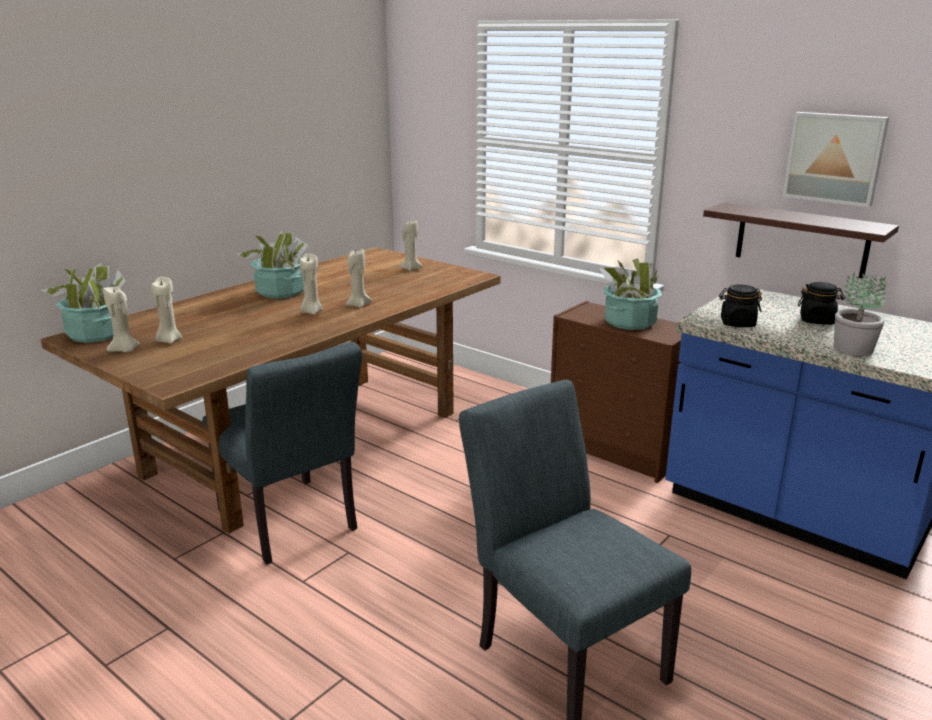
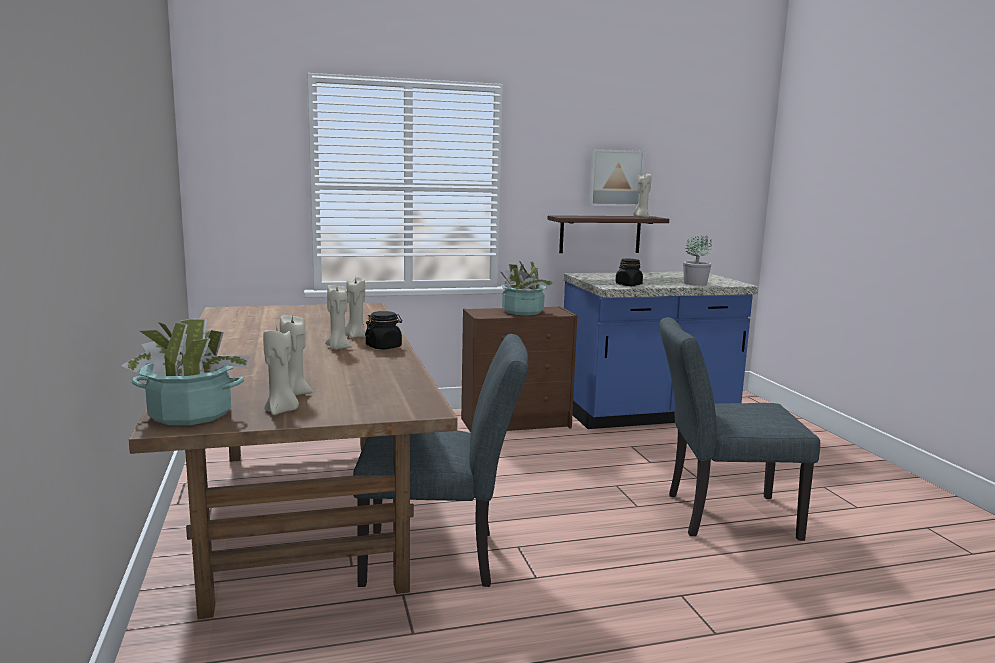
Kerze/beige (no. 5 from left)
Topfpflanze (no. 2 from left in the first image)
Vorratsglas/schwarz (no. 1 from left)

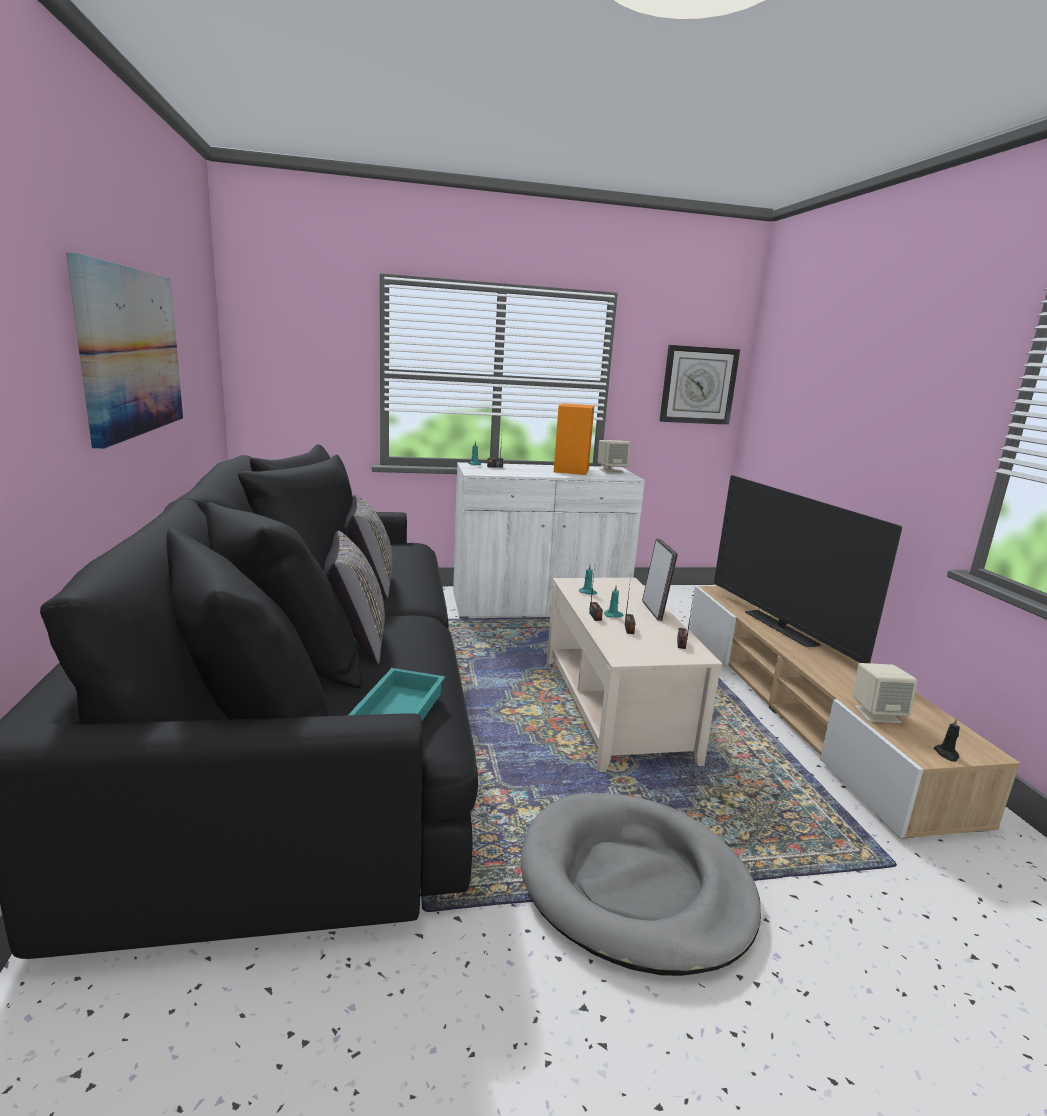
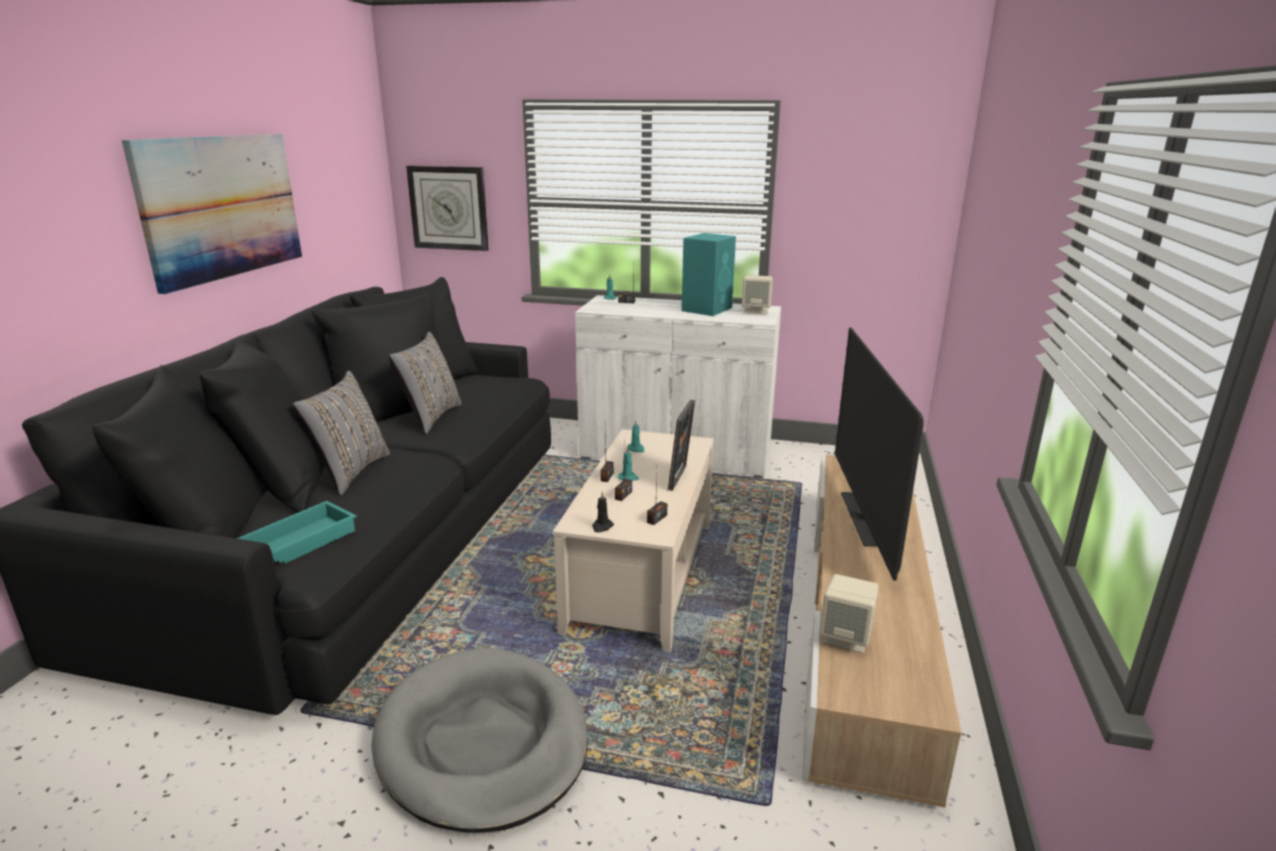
Wanduhr
Lautsprecher/türkis
Kerze/schwarz

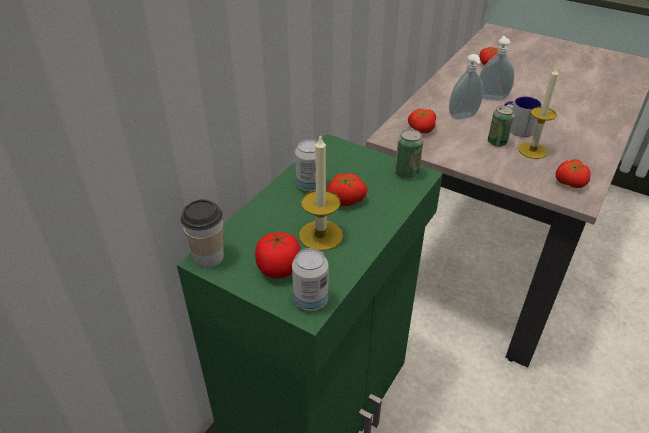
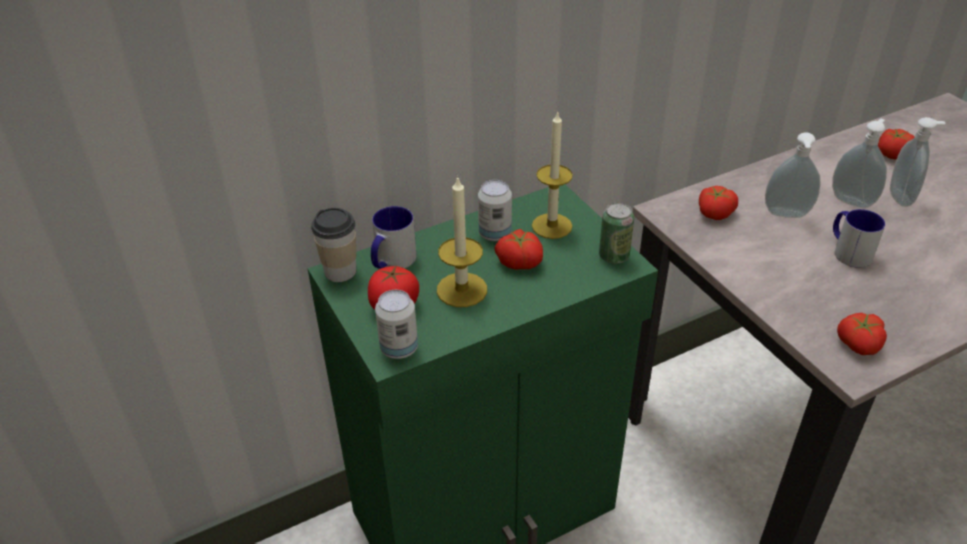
Kerze (no. 2 from left)
Dose (no. 4 from left in the first image)
Seifenspender (no. 3 from left)
Henkelbecher (no. 1 from left)

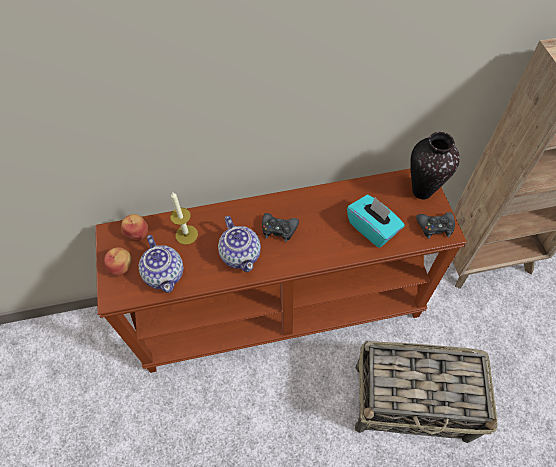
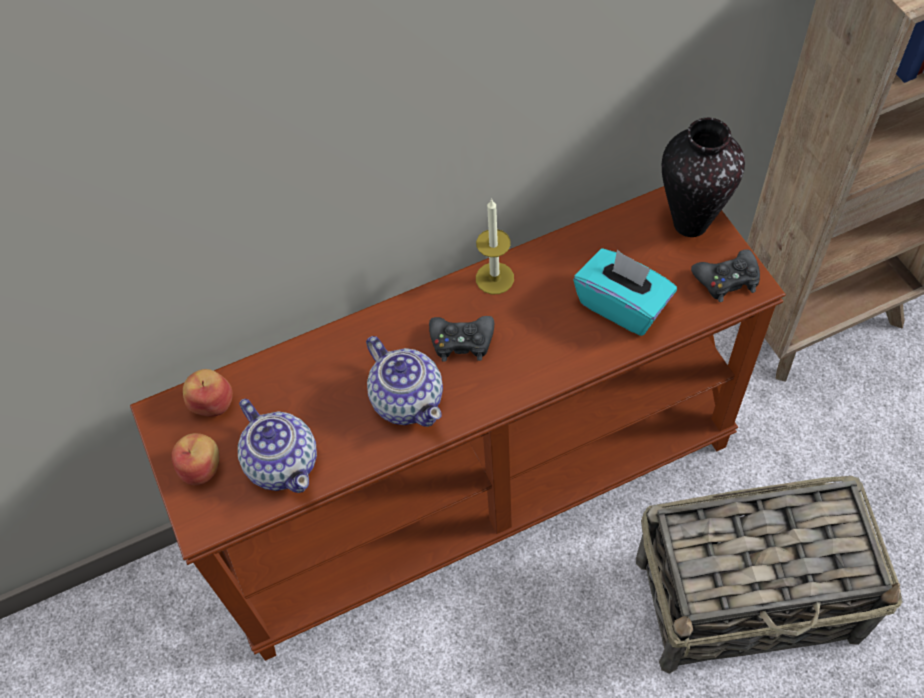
Kerze

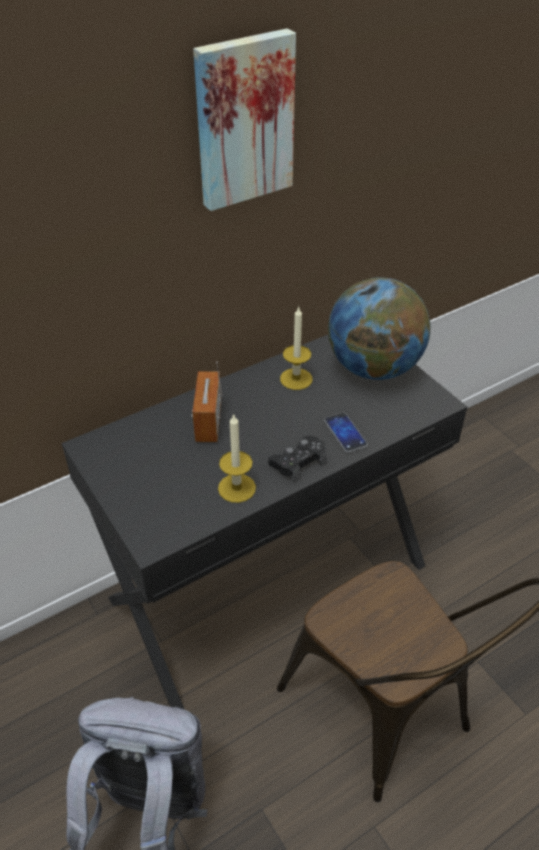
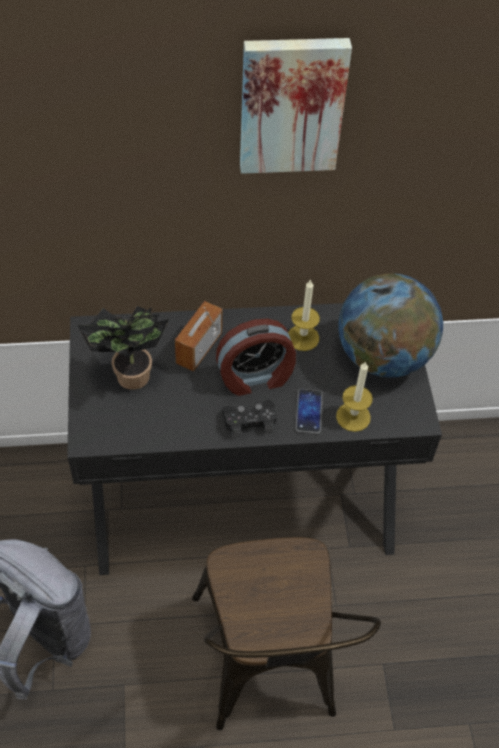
Kerze (no. 2 from left)
Topfpflanze
Wecker

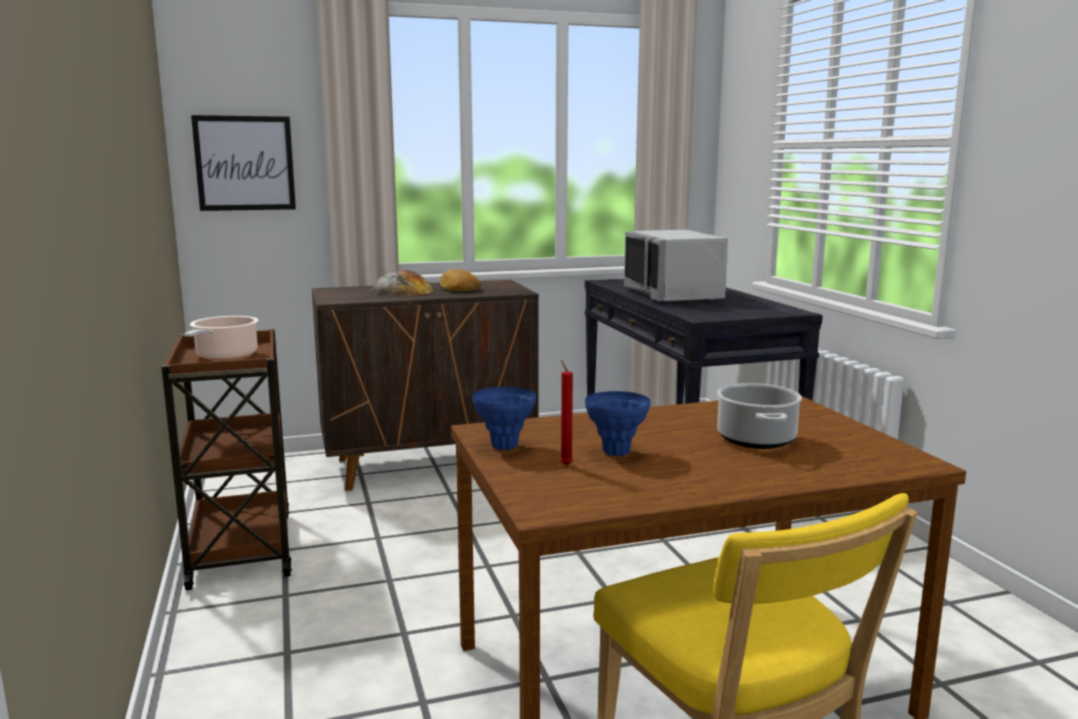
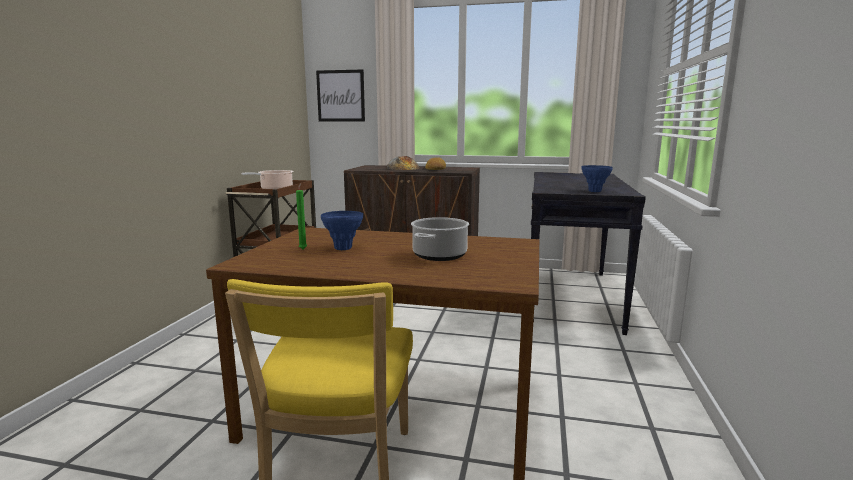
Mikrowelle/grau
Kerze/grün
Vase/blau (no. 2 from left)

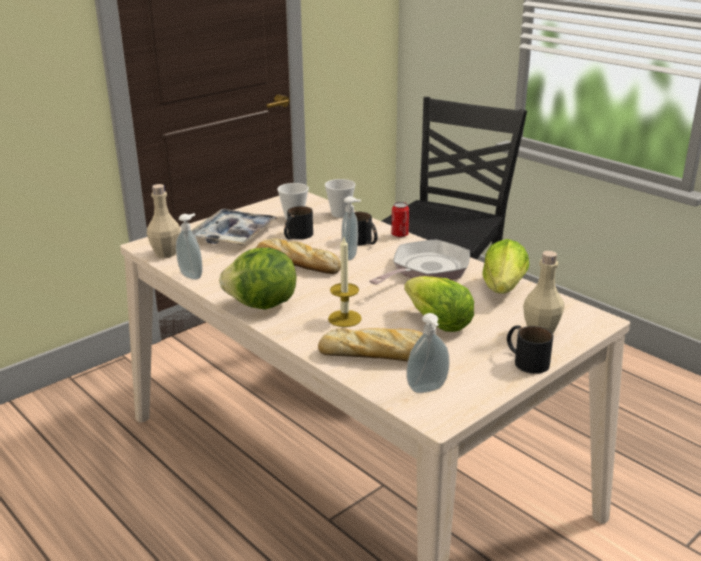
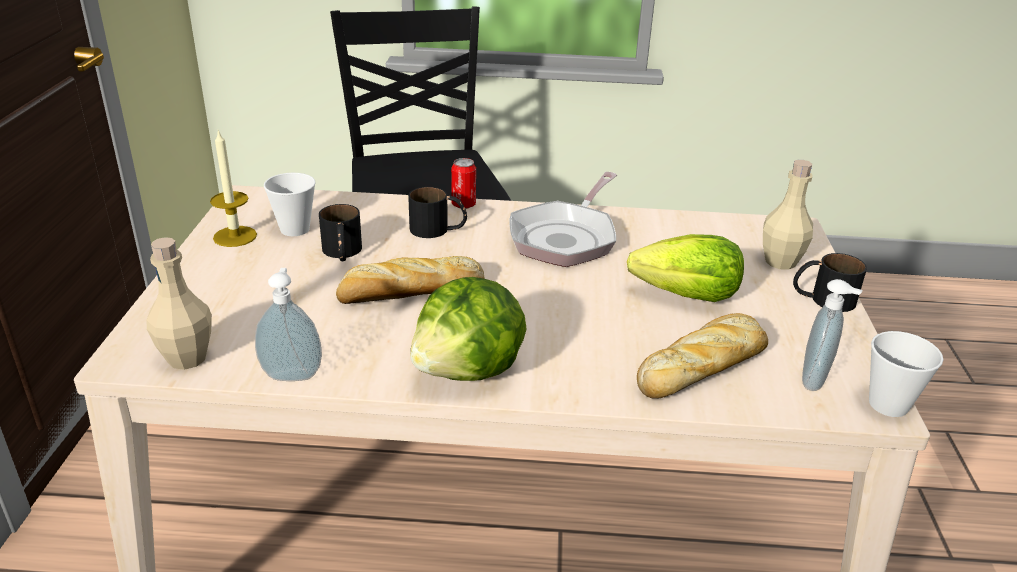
Tasse (no. 2 from left)
Seifenspender (no. 2 from left in the first image)
Tablett
Kerze
Pfanne
Salatkopf (no. 3 from left in the first image)

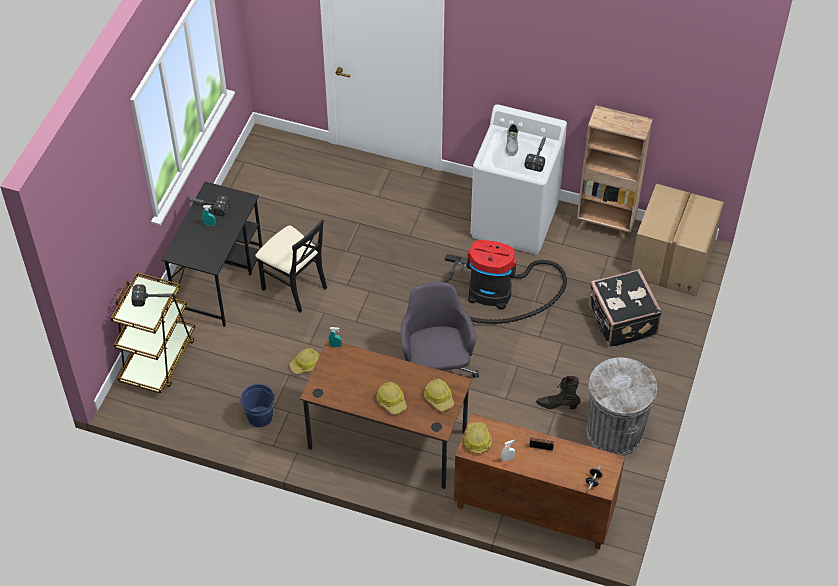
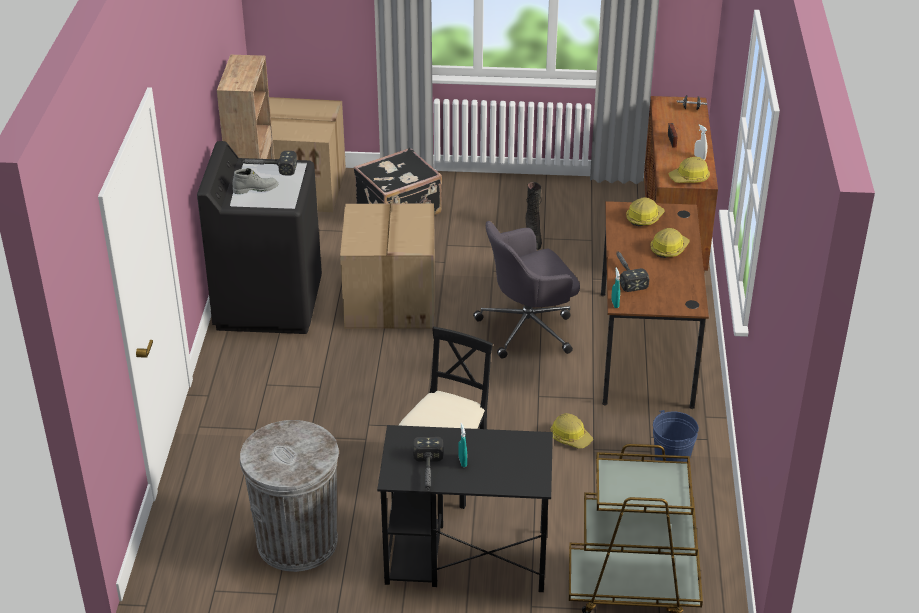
Waschmaschine/schwarz
Karton (no. 2 from left)
Hammer (no. 3 from left)
Mülleimer/grau

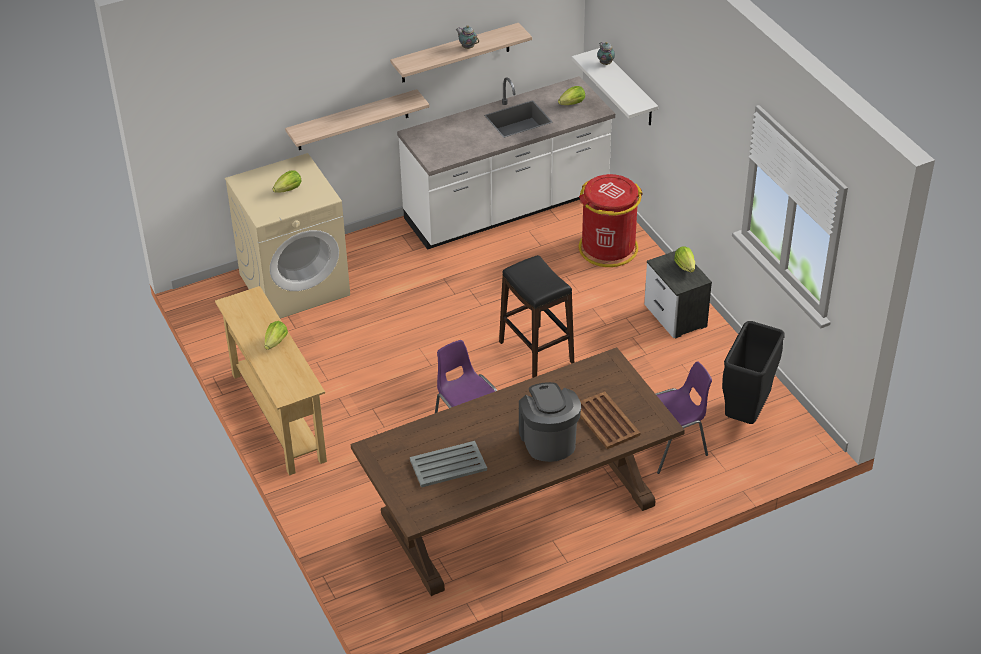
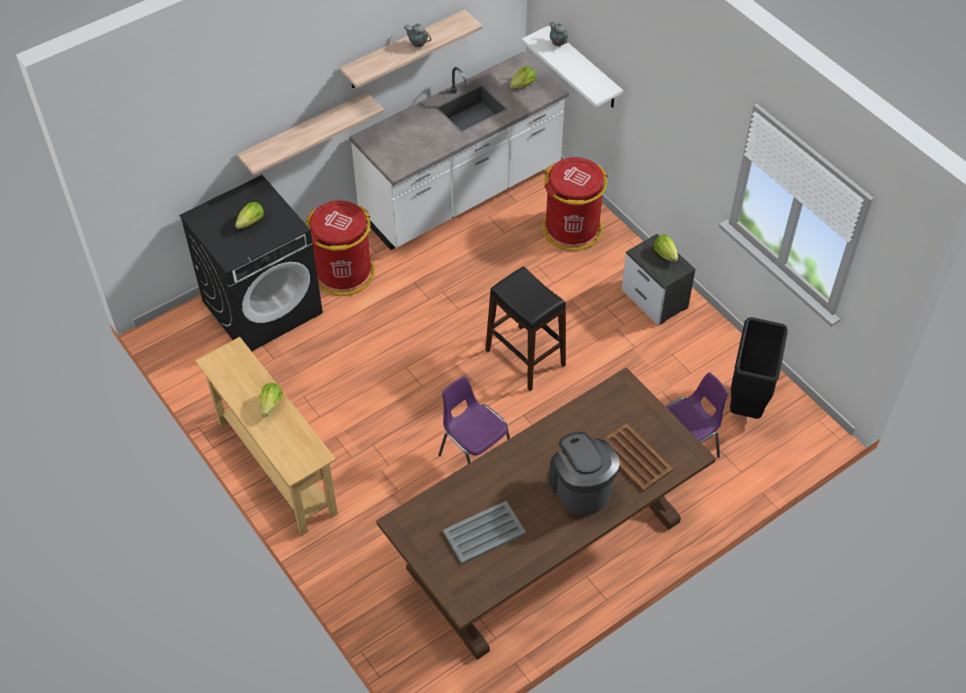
Waschmaschine/schwarz
Mülleimer/rot (no. 1 from left)

